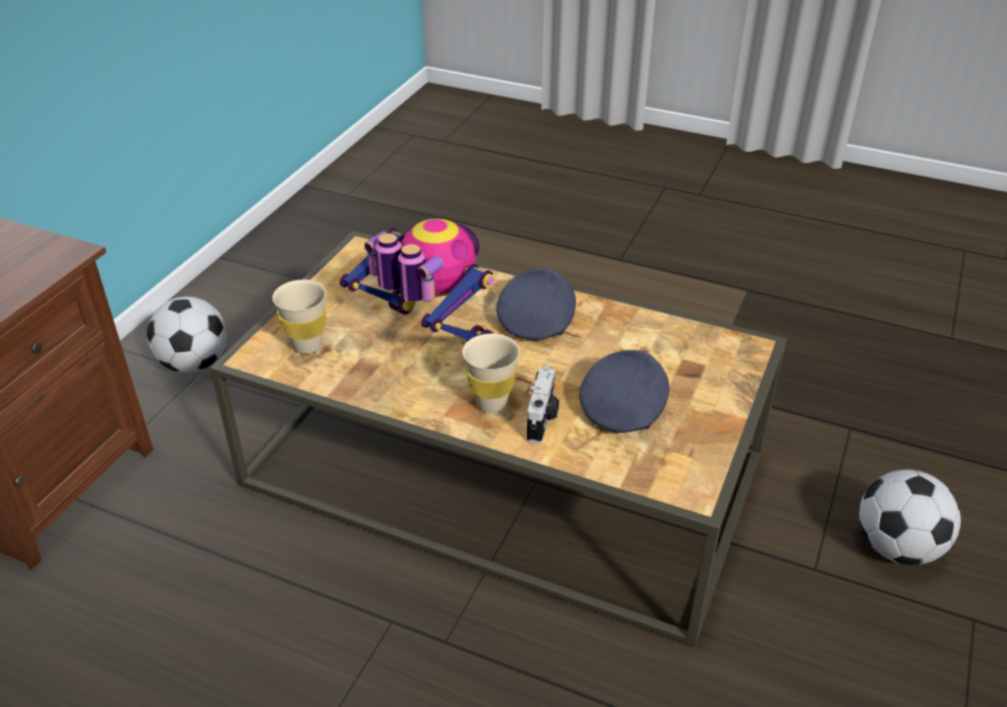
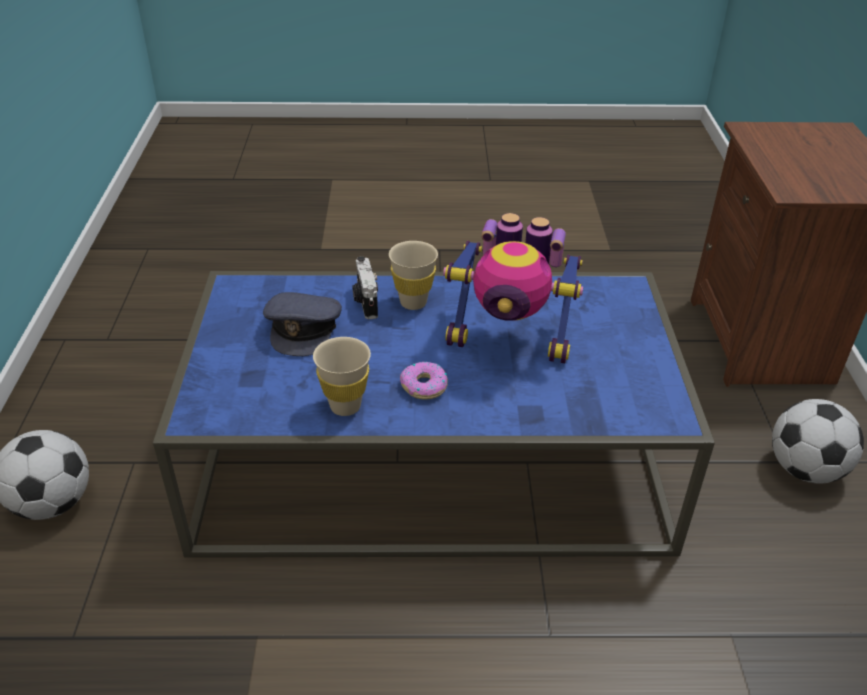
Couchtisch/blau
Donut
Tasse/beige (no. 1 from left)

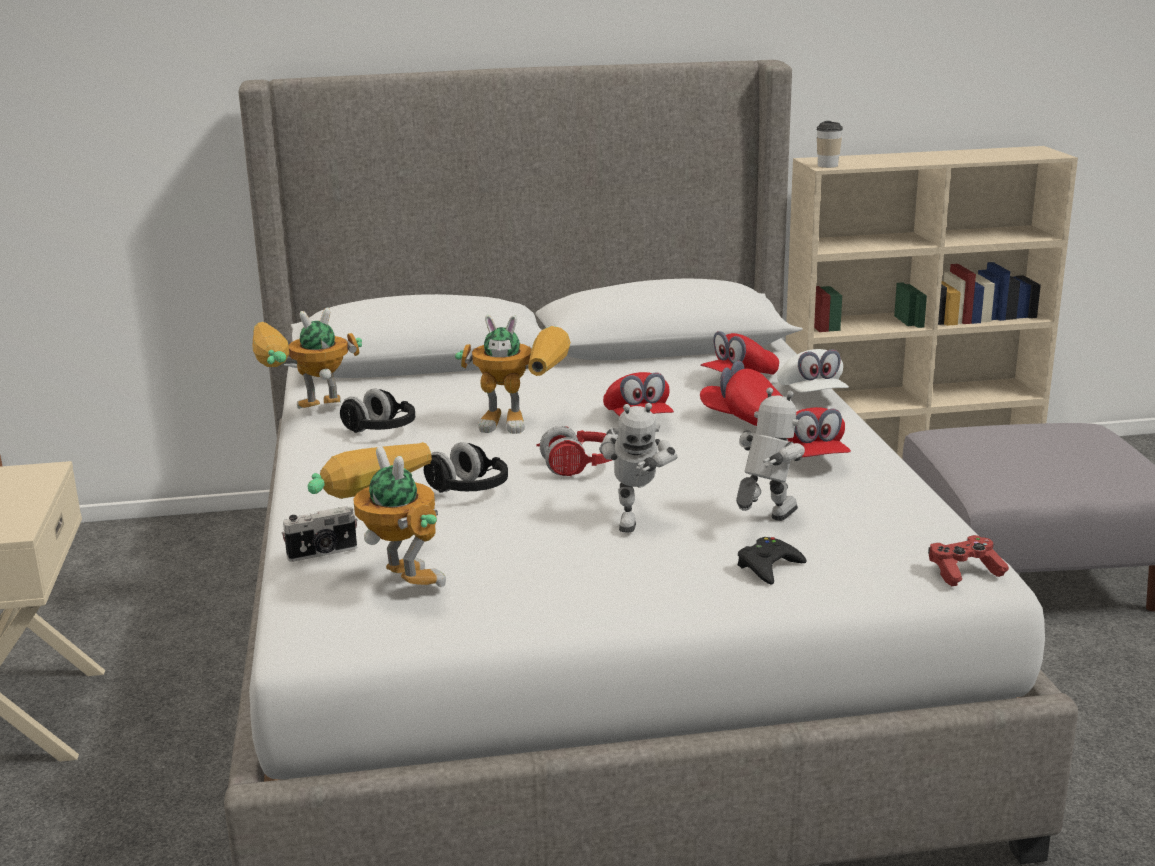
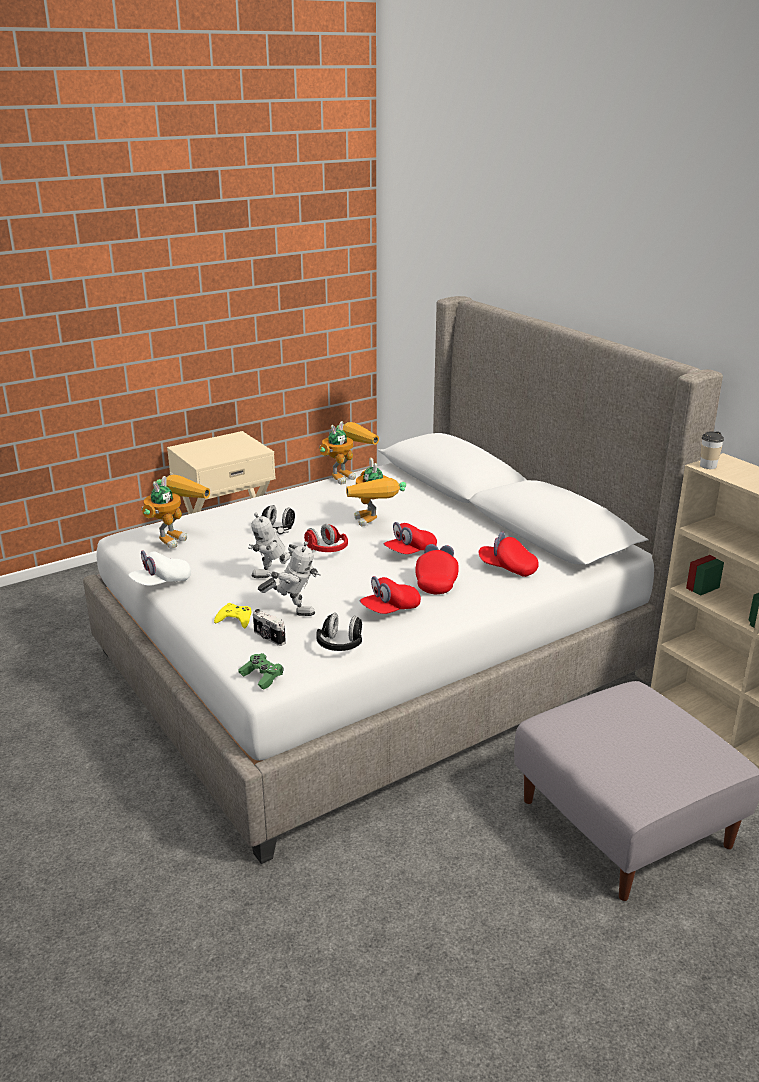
Spielzeugroboter (no. 4 from left)
Kappe/weiß
Kopfhörer/schwarz (no. 2 from left)
Kamera
Gamepad/grün
Gamepad/gelb

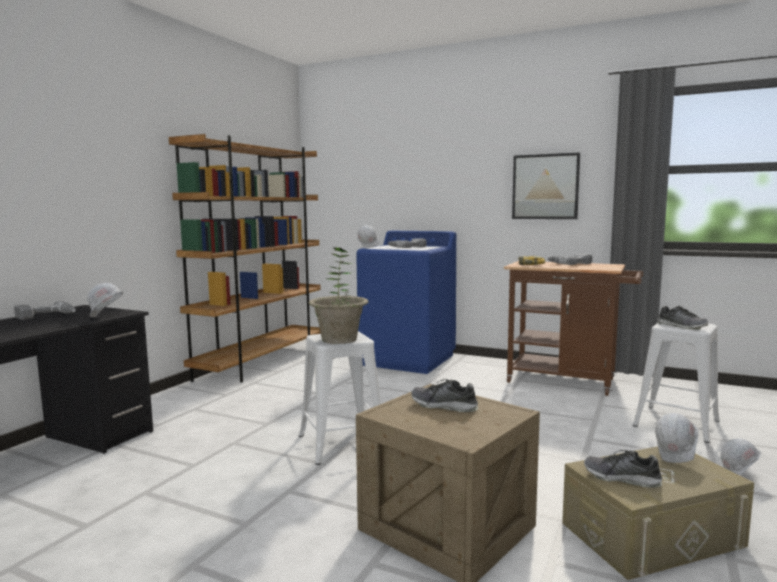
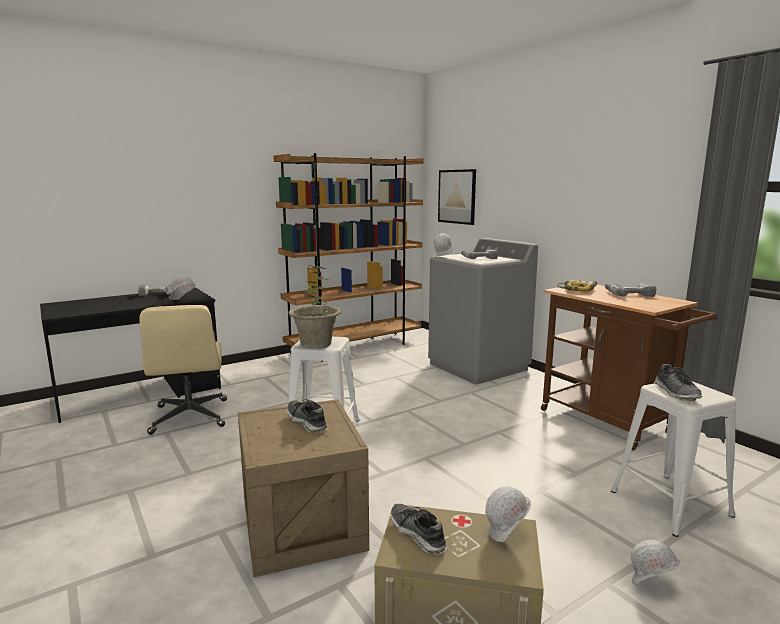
Bild
Waschmaschine/grau
Bürostuhl/beige

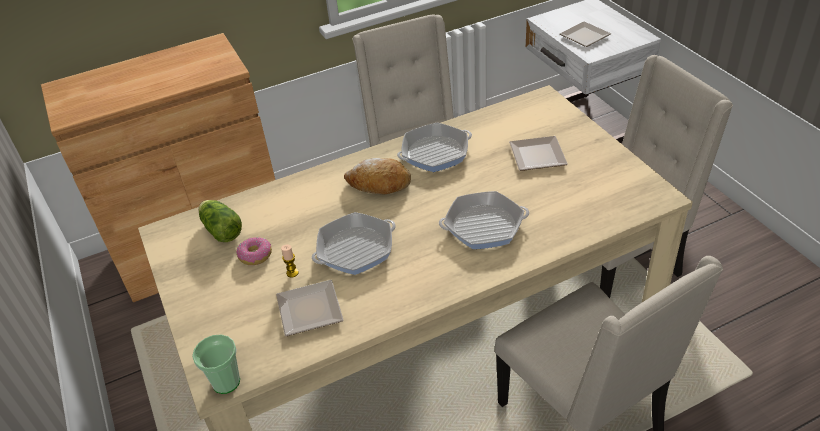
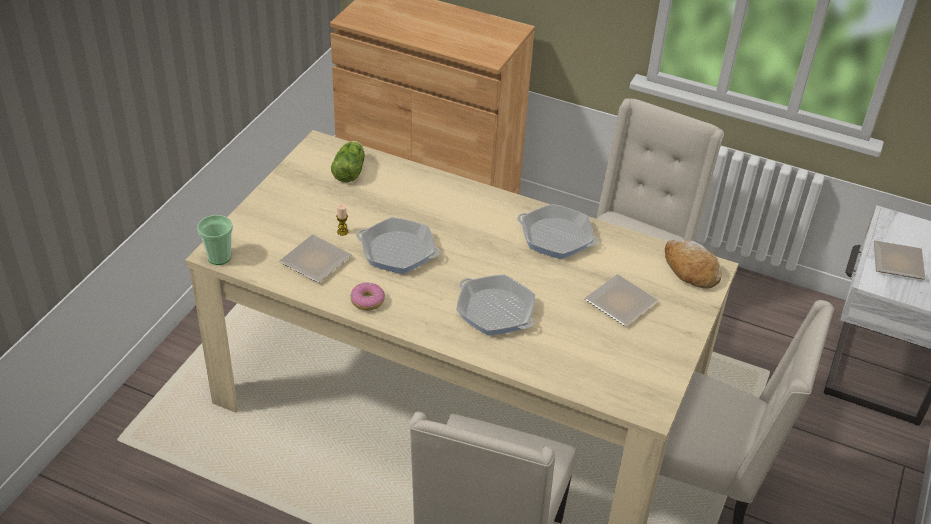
Brot
Donut

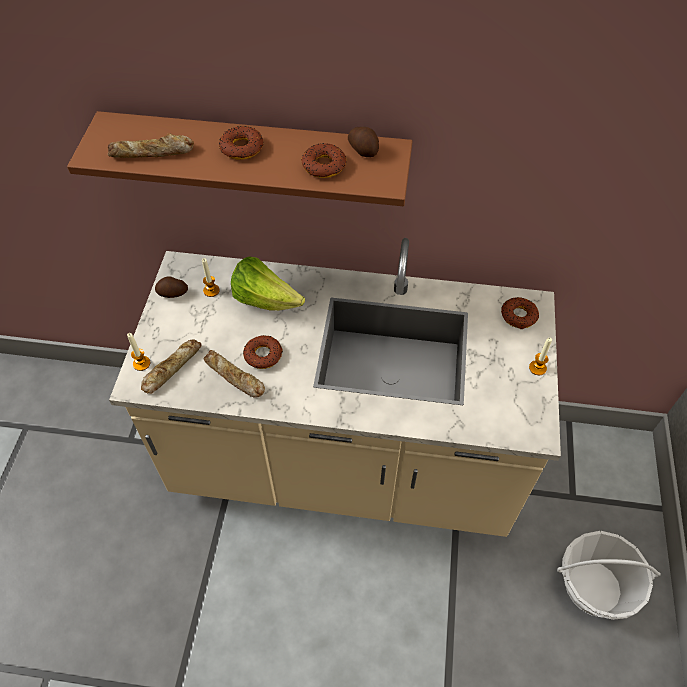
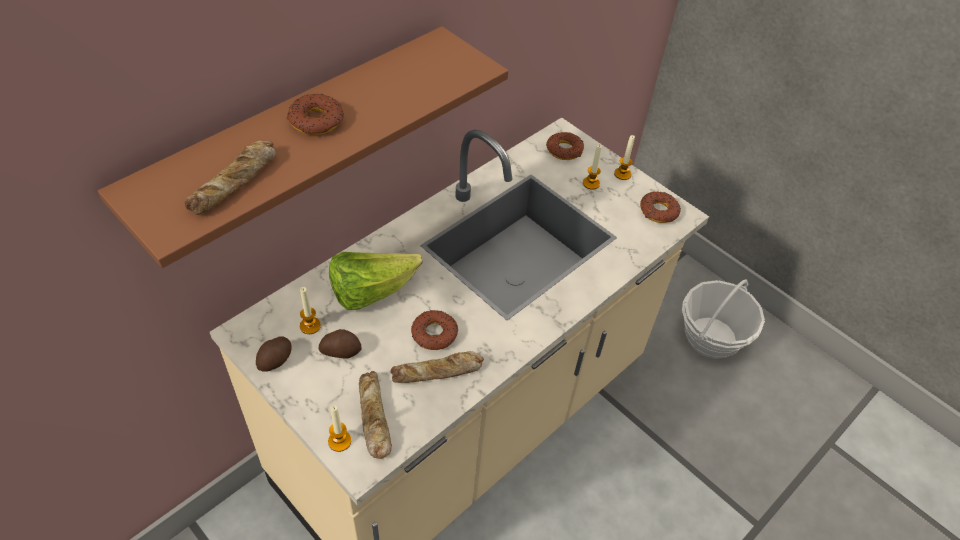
Kartoffel (no. 2 from left)
Donut (no. 4 from left)
Kerze (no. 3 from left)

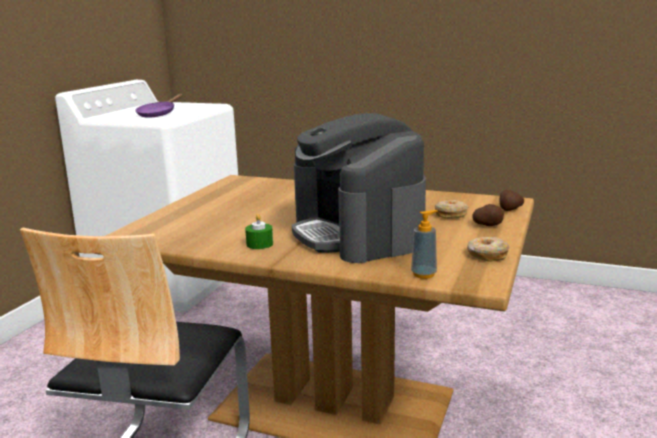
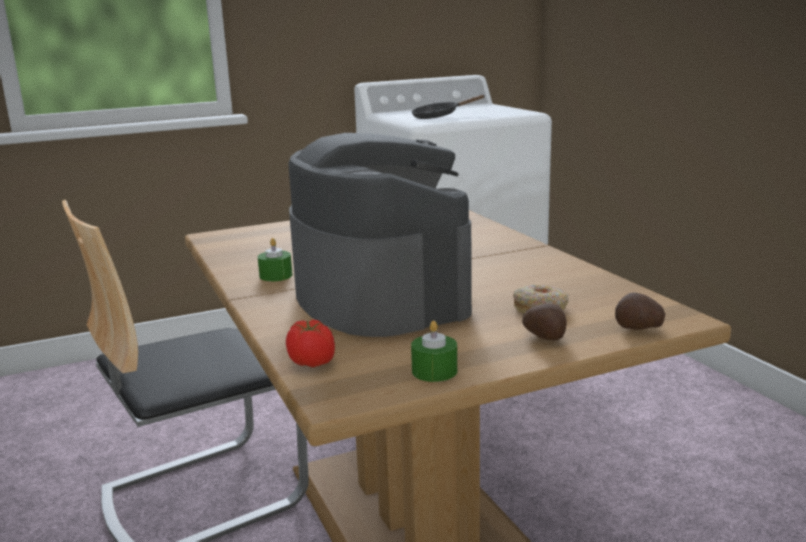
Pfanne/schwarz
Kaffeemaschine
Tomate
Kerze/grün (no. 2 from left)

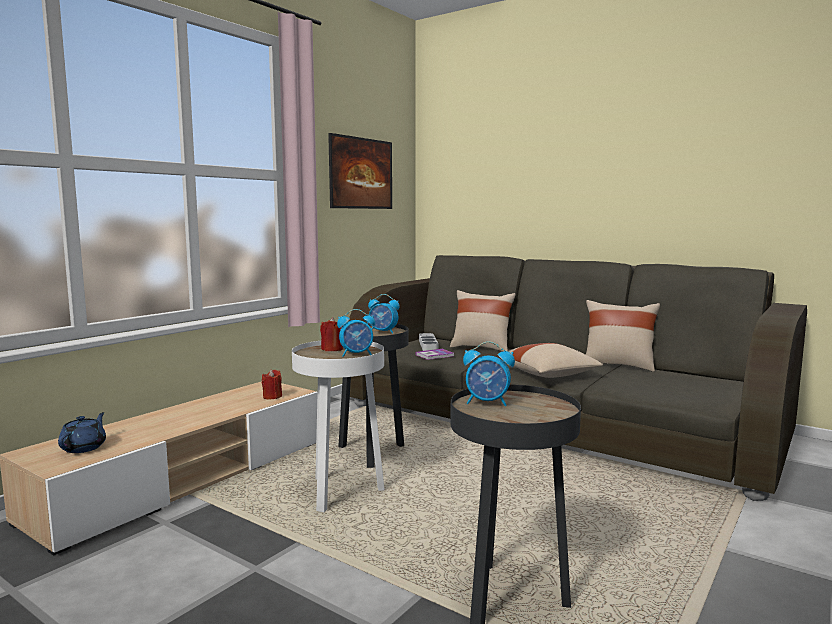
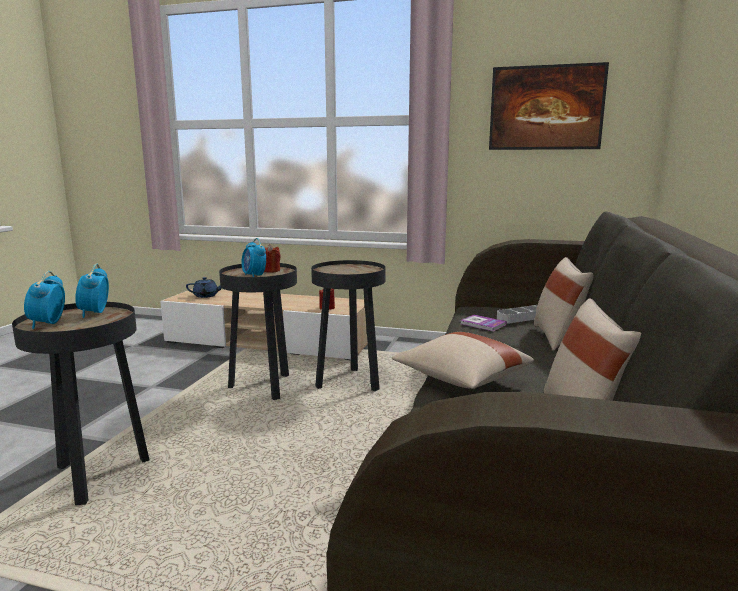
Wecker (no. 1 from left)
Beistelltisch/schwarz (no. 2 from left)

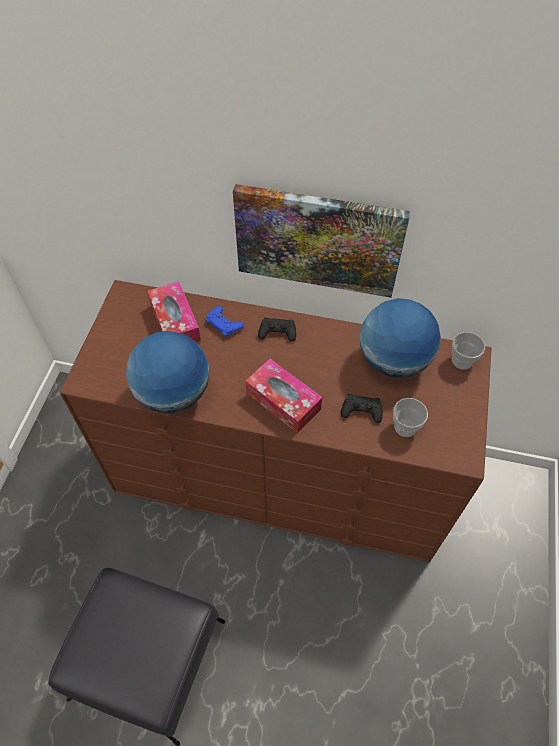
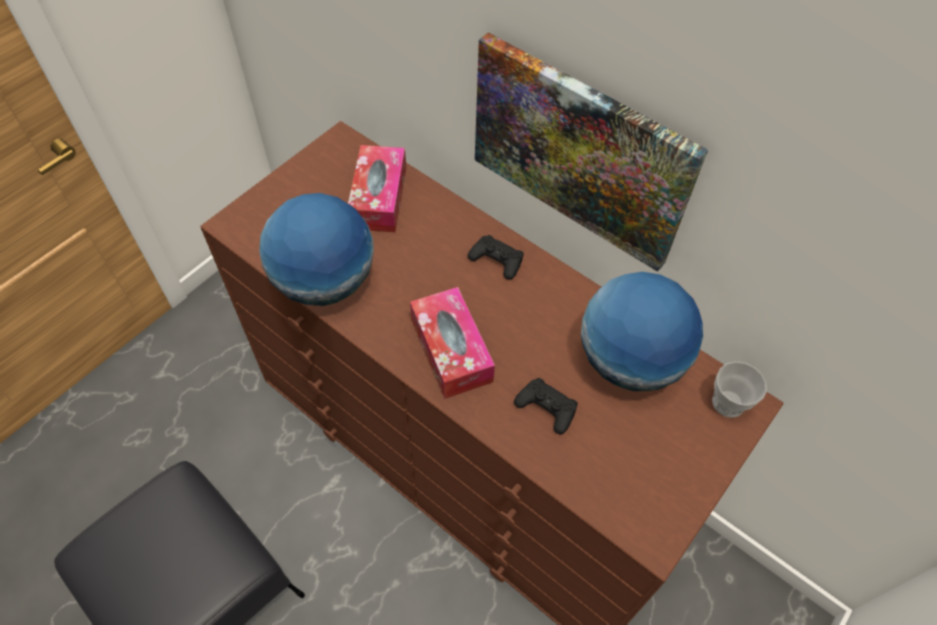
Gamepad/blau
Tasse (no. 1 from left in the first image)

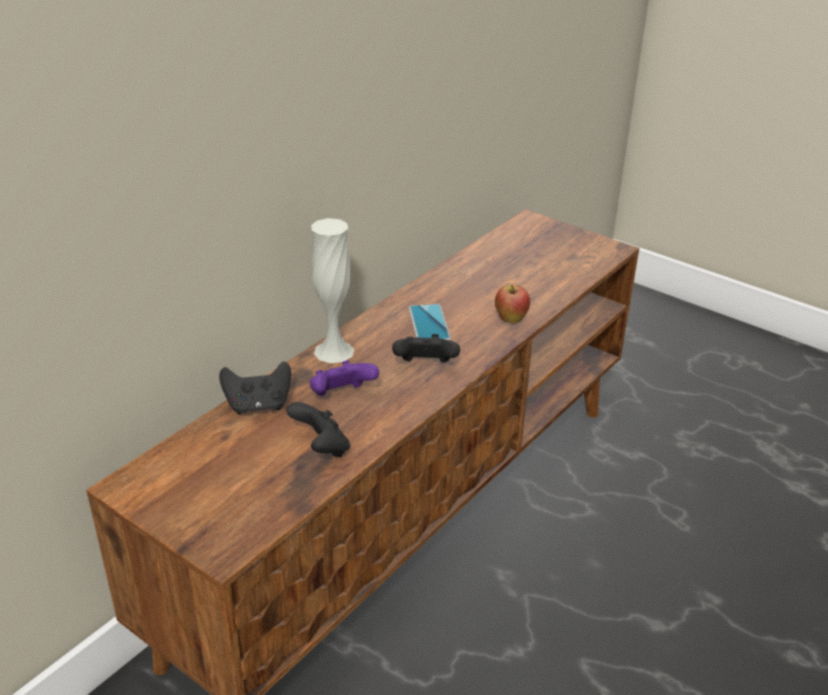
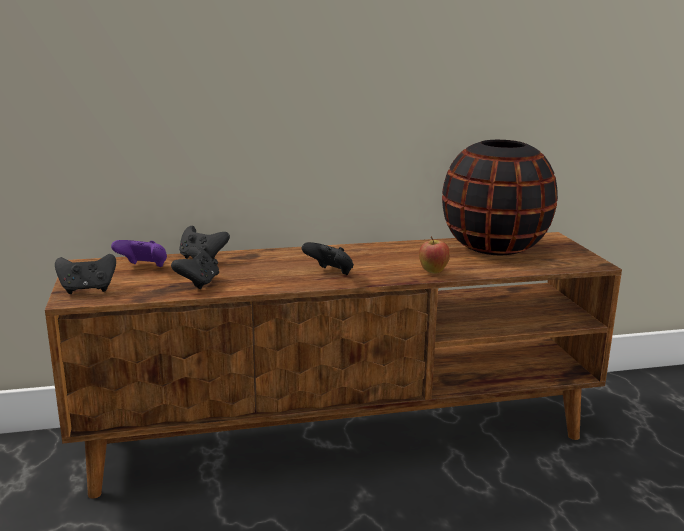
Vase/weiß
Handy
Gamepad/lila
Vase/schwarz
Gamepad/schwarz (no. 1 from left)

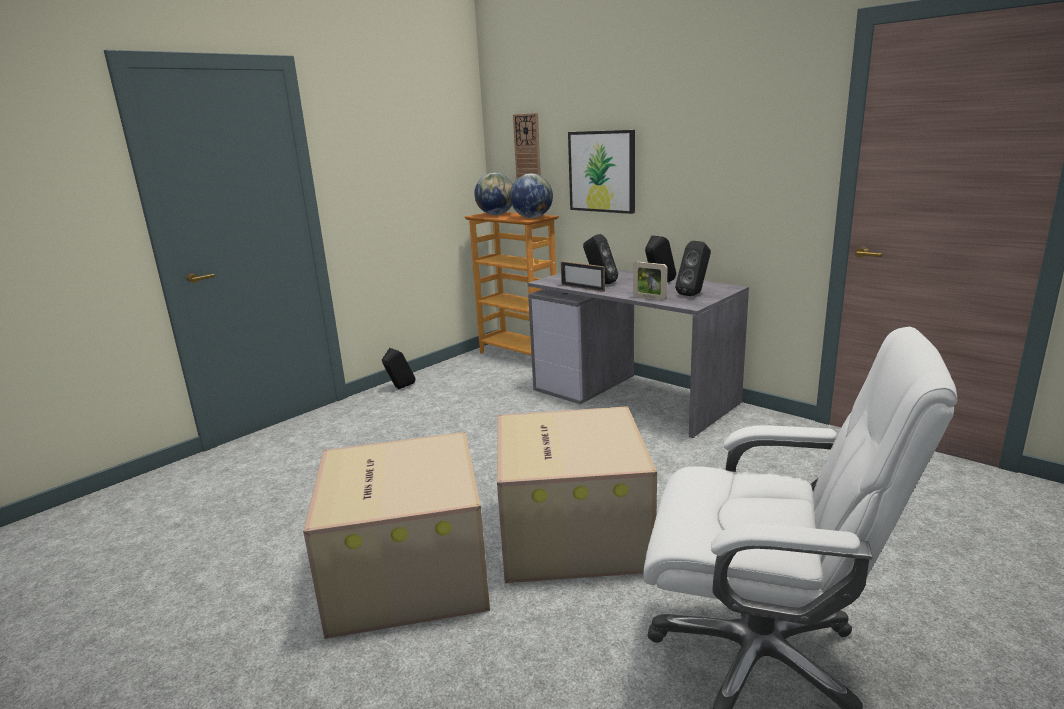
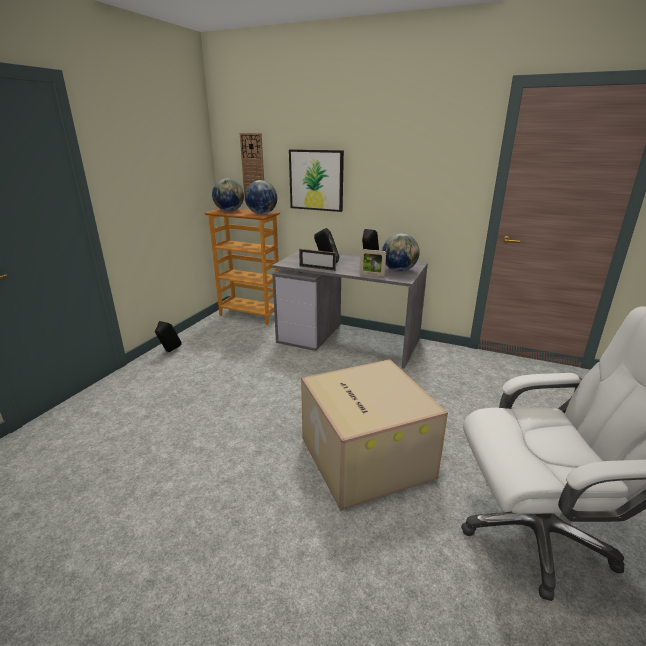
Globus (no. 3 from left)
Karton (no. 1 from left in the first image)

